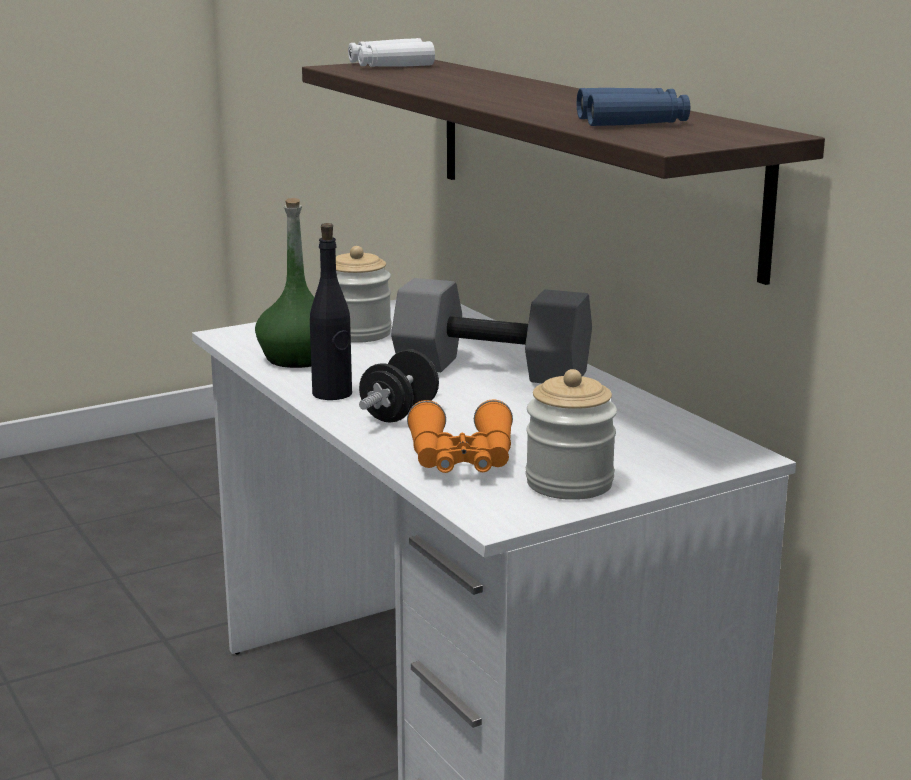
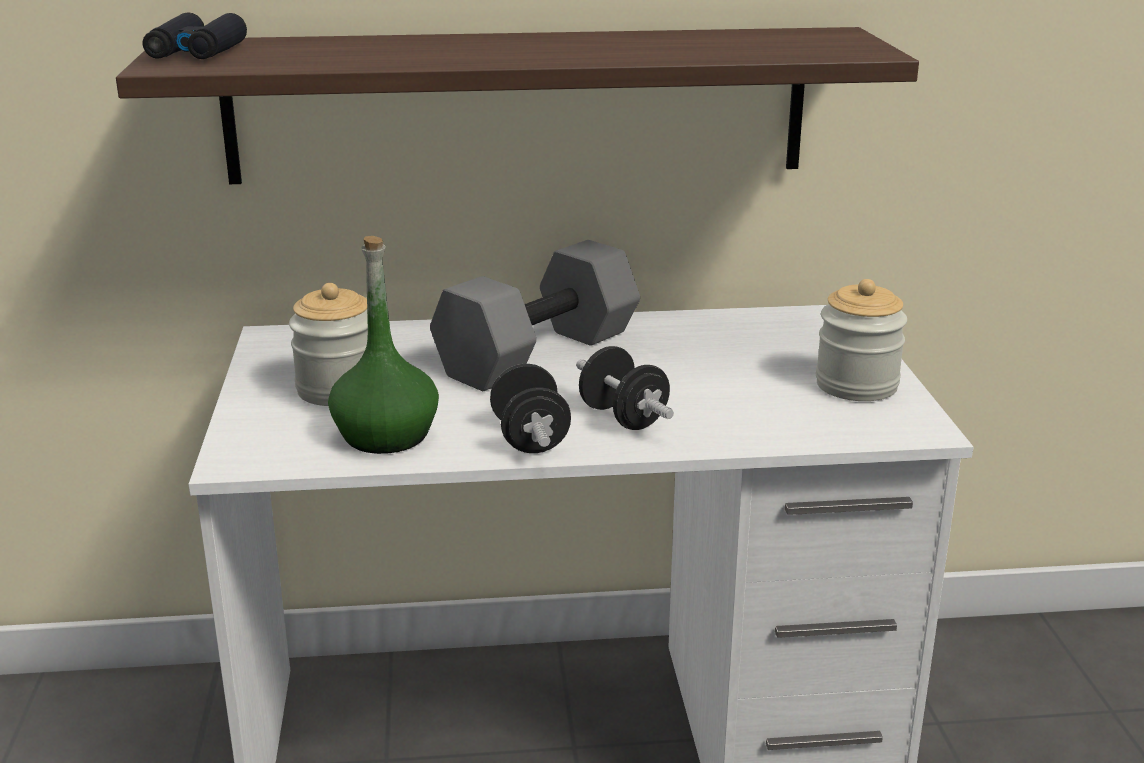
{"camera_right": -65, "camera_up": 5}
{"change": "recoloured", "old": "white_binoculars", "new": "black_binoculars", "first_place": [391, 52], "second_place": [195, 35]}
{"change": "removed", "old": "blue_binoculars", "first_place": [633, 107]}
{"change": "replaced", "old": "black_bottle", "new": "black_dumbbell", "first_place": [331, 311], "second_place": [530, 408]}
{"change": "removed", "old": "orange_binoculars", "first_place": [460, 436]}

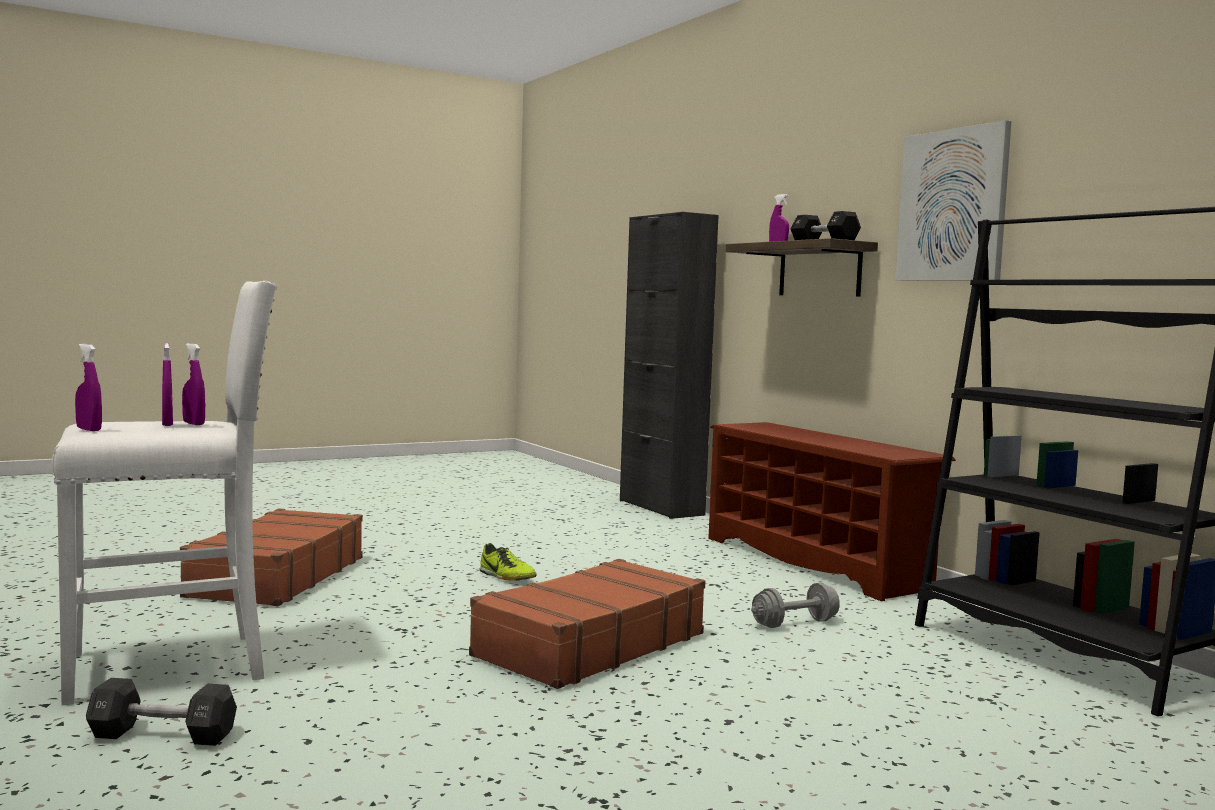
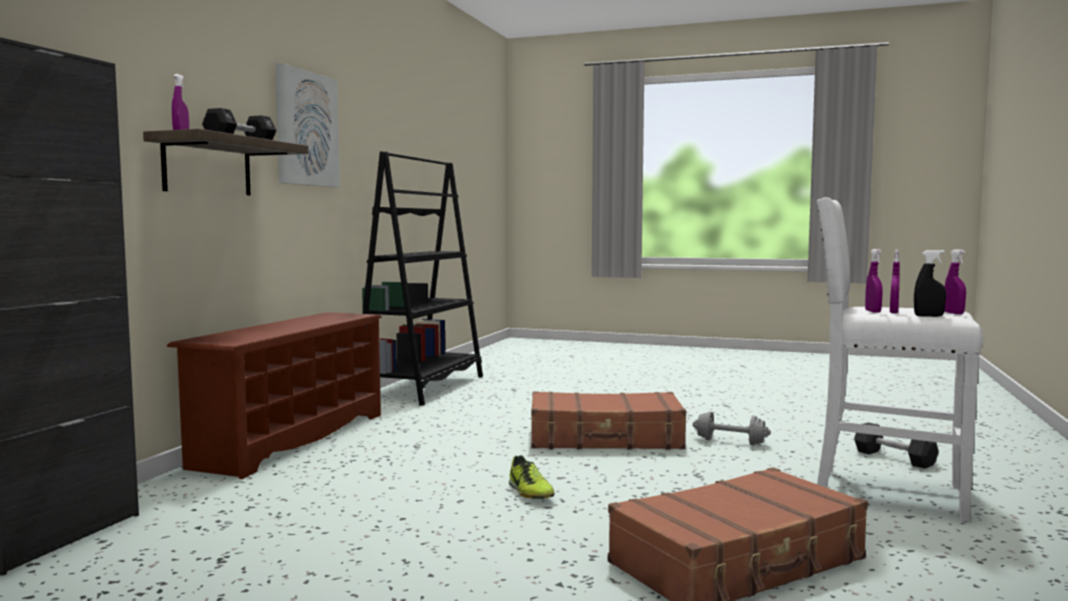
{"camera_right": -130, "camera_up": 0}
{"change": "turned", "old": "shoe", "first_place": [508, 562], "second_place": [532, 477], "degrees": 150}
{"change": "moved", "old": "grey_dumbbell", "first_place": [795, 605], "second_place": [732, 428]}
{"change": "added", "new": "black_spray_bottle", "second_place": [930, 283]}

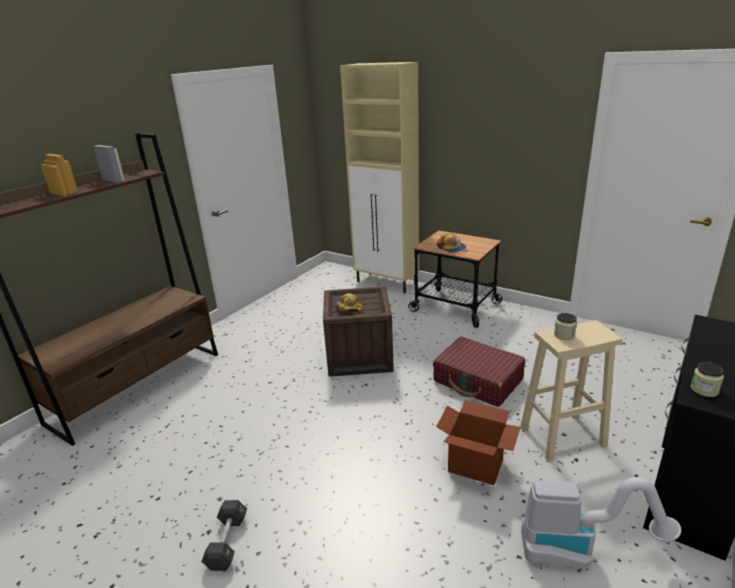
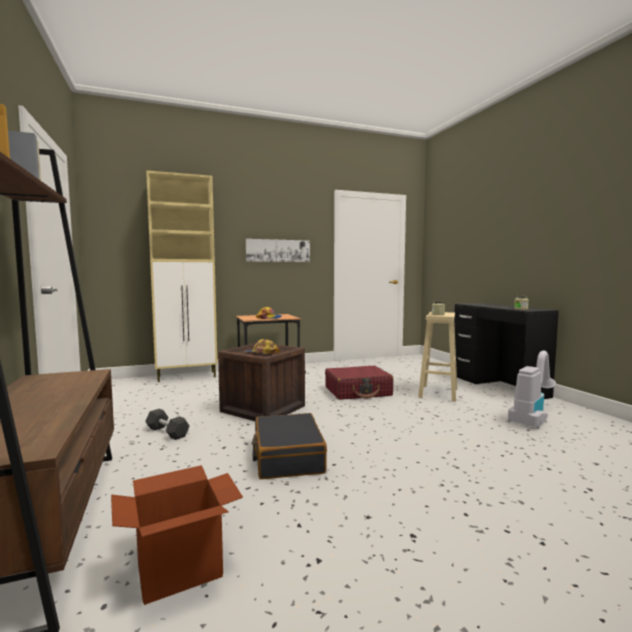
{"camera_right": -55, "camera_up": -20}
{"change": "moved", "old": "cardboard_box", "first_place": [478, 442], "second_place": [177, 535]}
{"change": "moved", "old": "black_dumbbell", "first_place": [224, 535], "second_place": [167, 424]}
{"change": "added", "new": "picture", "second_place": [278, 250]}
{"change": "added", "new": "black_suitcase", "second_place": [289, 446]}

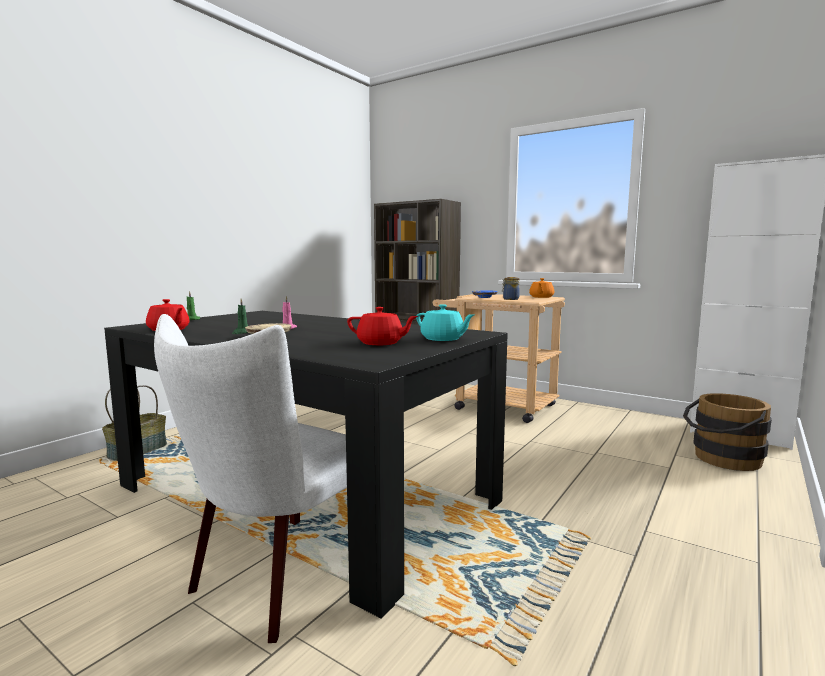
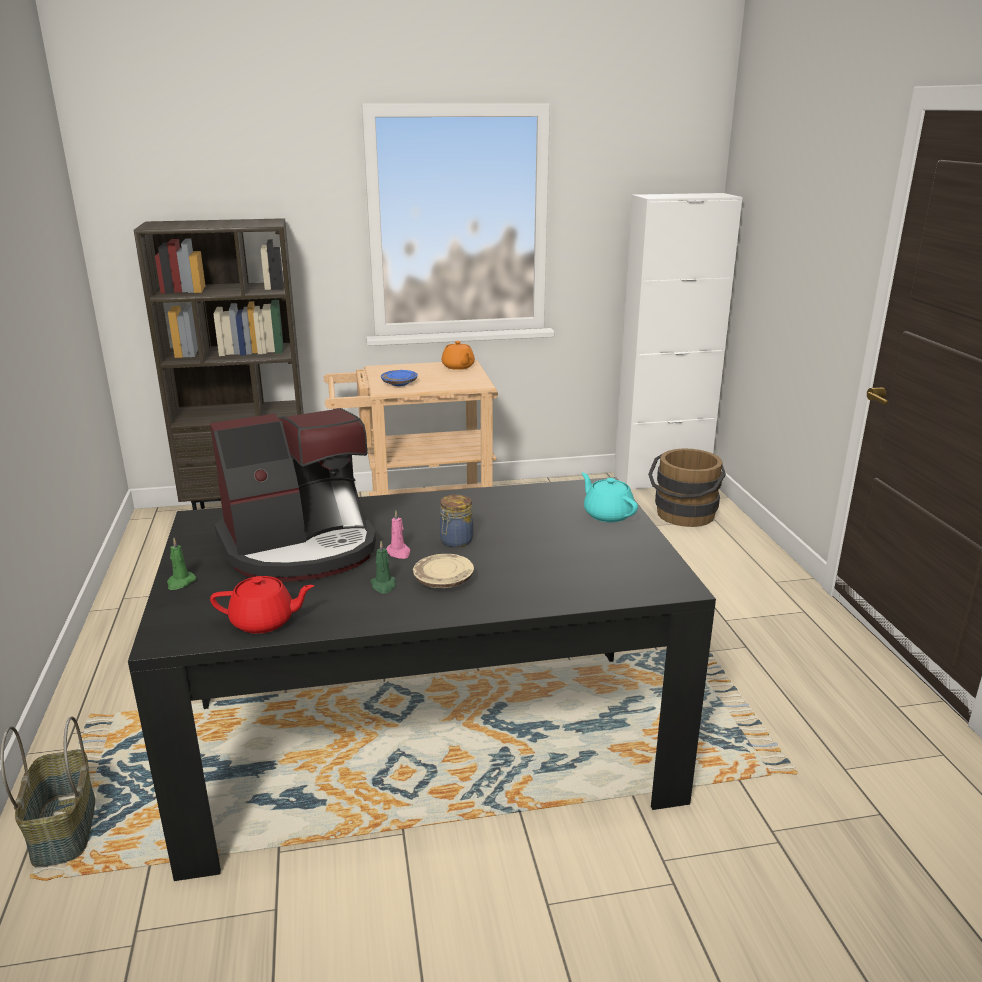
{"camera_right": -45, "camera_up": 15}
{"change": "moved", "old": "jar", "first_place": [511, 288], "second_place": [456, 520]}
{"change": "turned", "old": "turquoise_teapot", "first_place": [445, 322], "second_place": [610, 497], "degrees": -120}
{"change": "removed", "old": "red_teapot", "first_place": [382, 326]}
{"change": "removed", "old": "white_chair", "first_place": [250, 478]}
{"change": "added", "new": "coffee_machine", "second_place": [293, 495]}

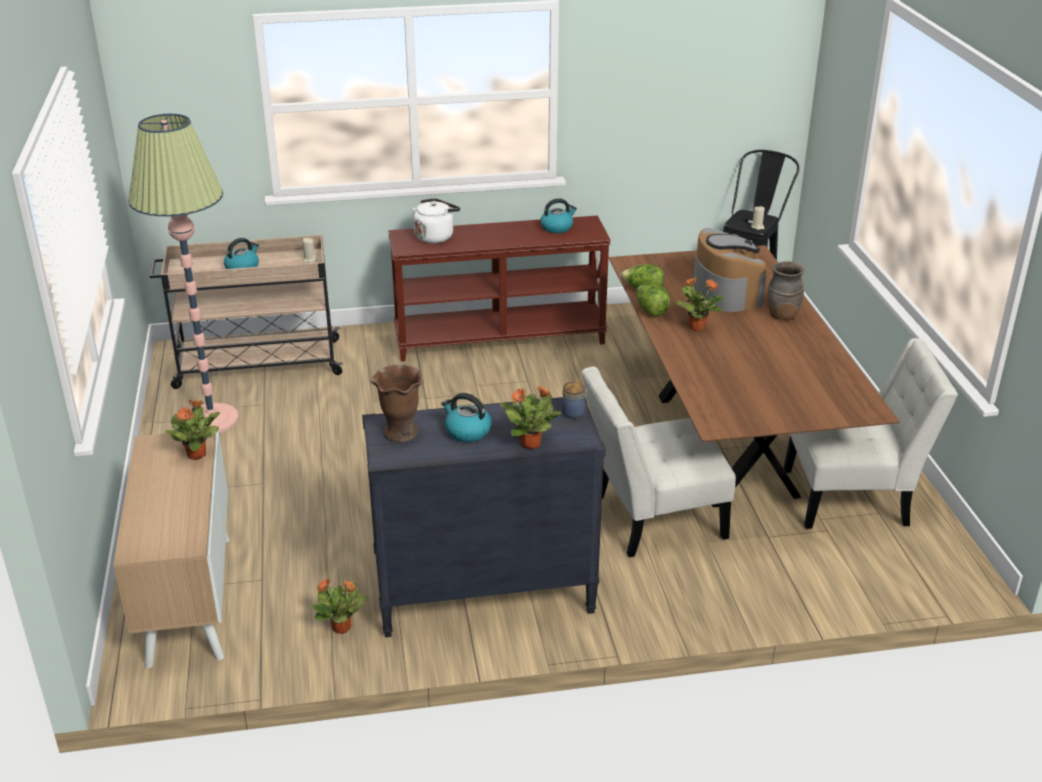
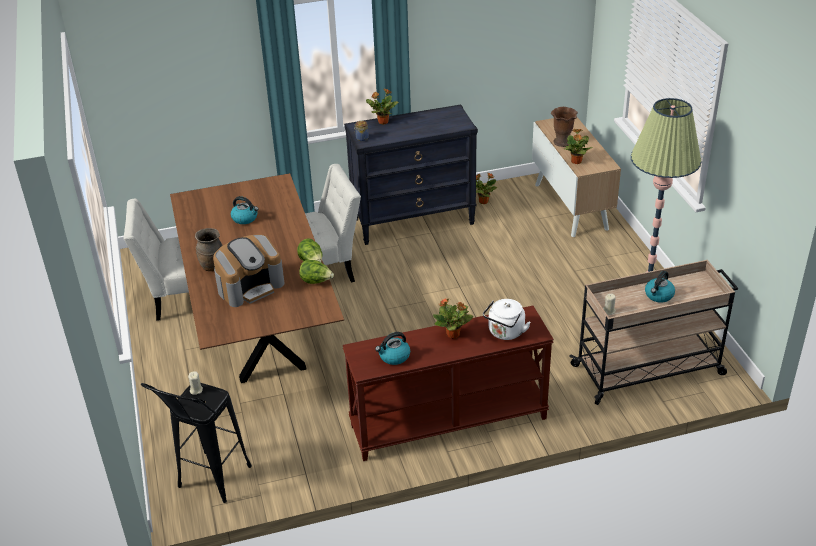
{"camera_right": 175, "camera_up": 5}
{"change": "turned", "old": "coffee_machine", "first_place": [730, 270], "second_place": [248, 270], "degrees": -105}
{"change": "moved", "old": "potted_plant", "first_place": [699, 304], "second_place": [453, 318]}
{"change": "moved", "old": "brown_vase", "first_place": [397, 403], "second_place": [564, 127]}
{"change": "moved", "old": "kettle", "first_place": [466, 417], "second_place": [245, 210]}

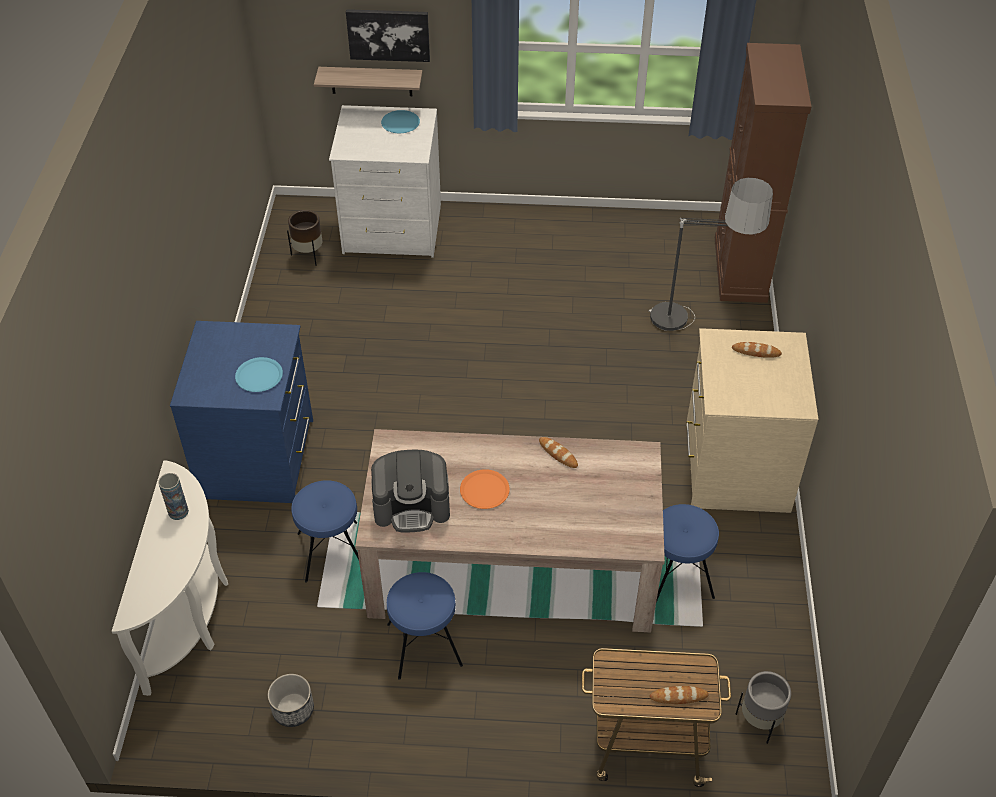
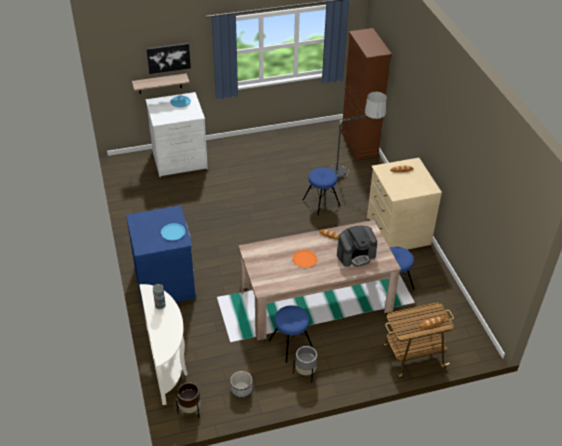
{"camera_right": -20, "camera_up": -5}
{"change": "moved", "old": "brown_planter", "first_place": [304, 238], "second_place": [188, 400]}
{"change": "moved", "old": "coffee_machine", "first_place": [410, 490], "second_place": [357, 246]}
{"change": "moved", "old": "blue_stool", "first_place": [325, 531], "second_place": [321, 191]}
{"change": "moved", "old": "grey_planter", "first_place": [763, 707], "second_place": [305, 364]}

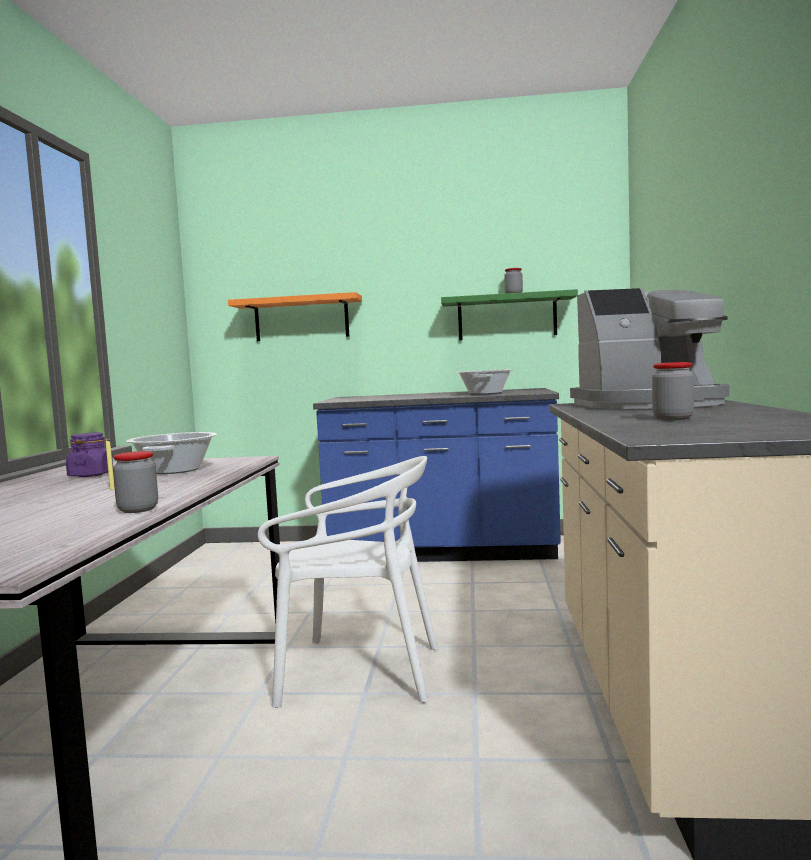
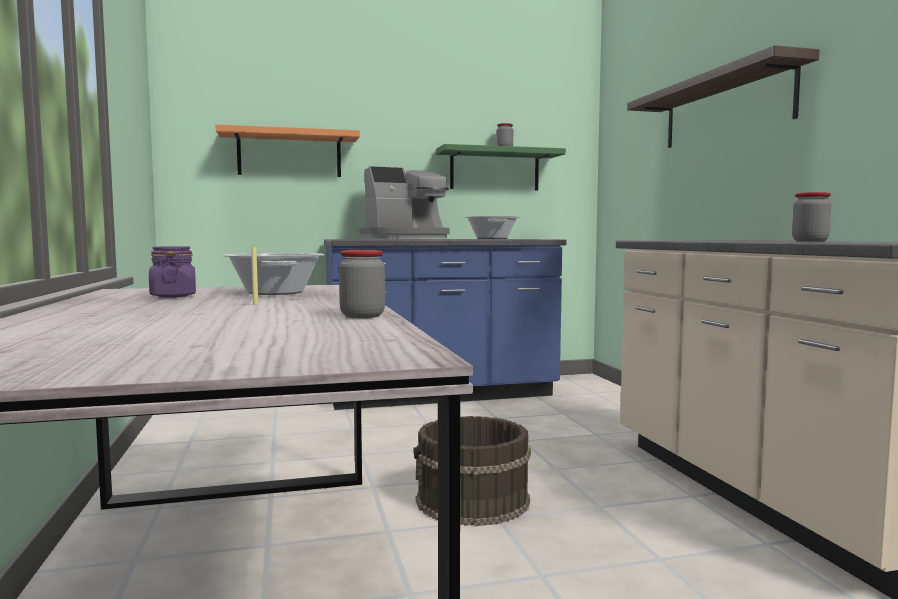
{"camera_right": -20, "camera_up": 0}
{"change": "moved", "old": "coffee_machine", "first_place": [649, 348], "second_place": [404, 202]}
{"change": "replaced", "old": "white_chair", "new": "brown_bucket", "first_place": [348, 582], "second_place": [472, 471]}
{"change": "added", "new": "shelf", "second_place": [723, 96]}

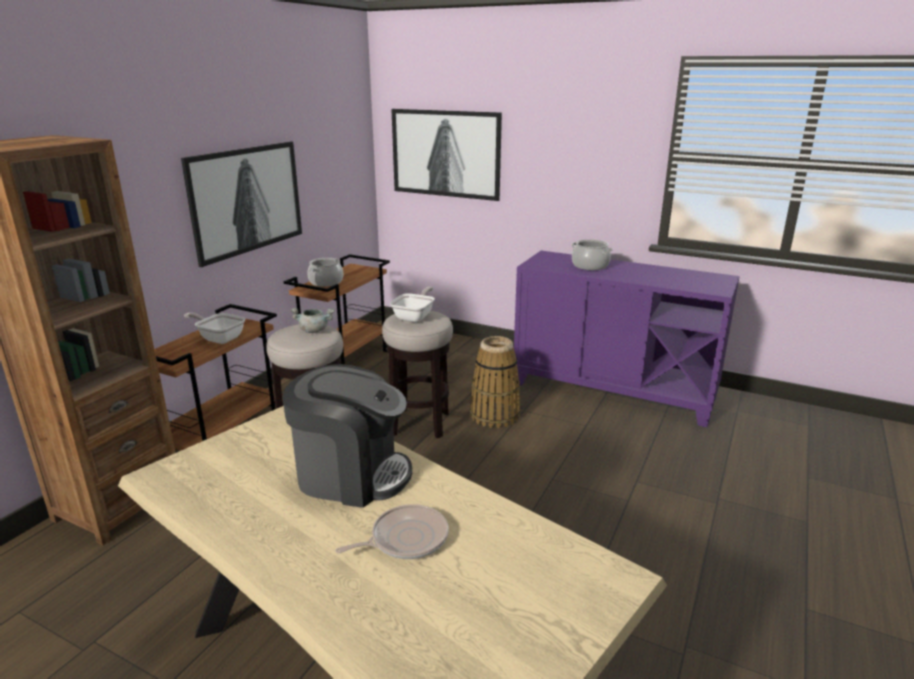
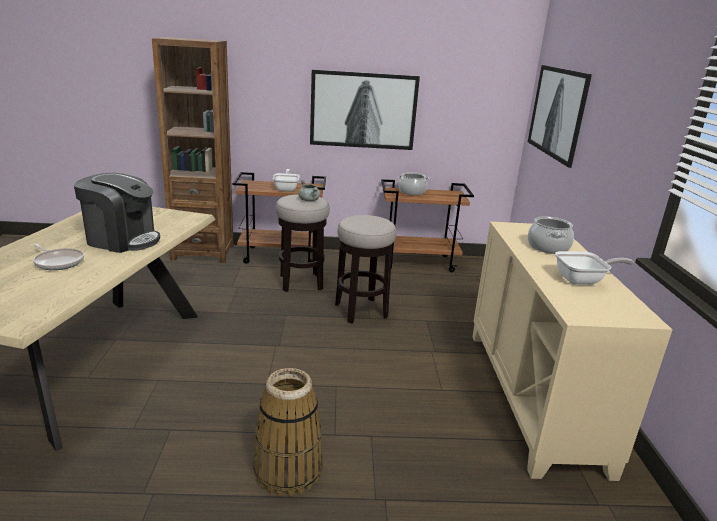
{"camera_right": 60, "camera_up": 0}
{"change": "recoloured", "old": "purple_cabinet", "new": "beige_cabinet", "first_place": [627, 339], "second_place": [572, 351]}
{"change": "moved", "old": "frying_pan", "first_place": [412, 304], "second_place": [594, 268]}
{"change": "moved", "old": "basket", "first_place": [495, 382], "second_place": [288, 432]}
{"change": "turned", "old": "coffee_machine", "first_place": [347, 436], "second_place": [117, 213], "degrees": -60}

